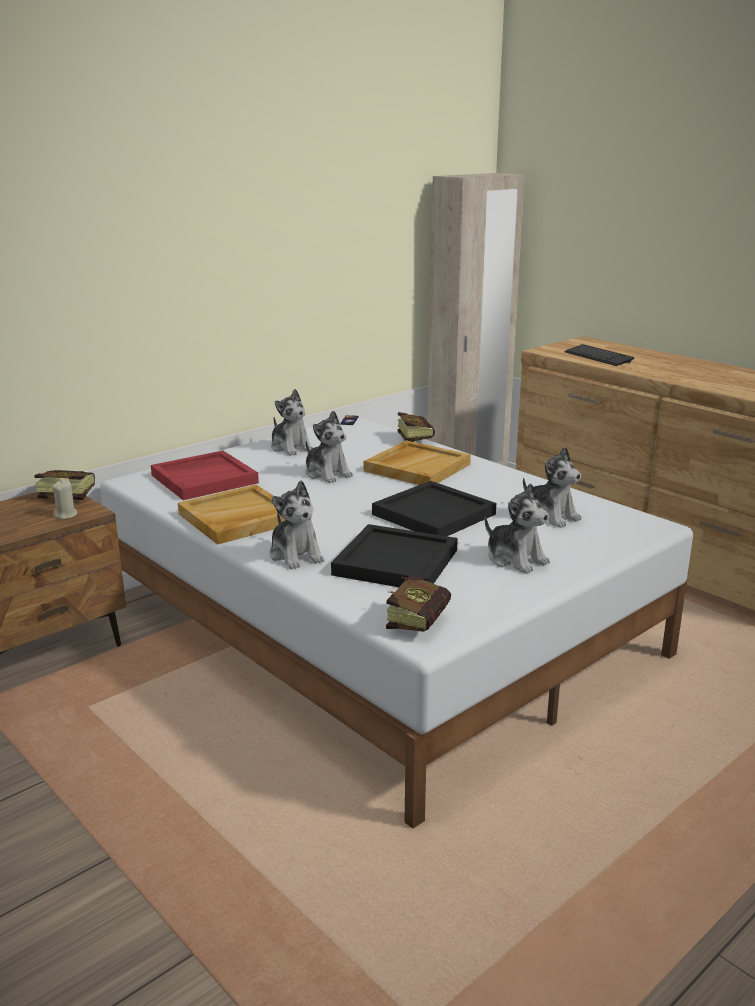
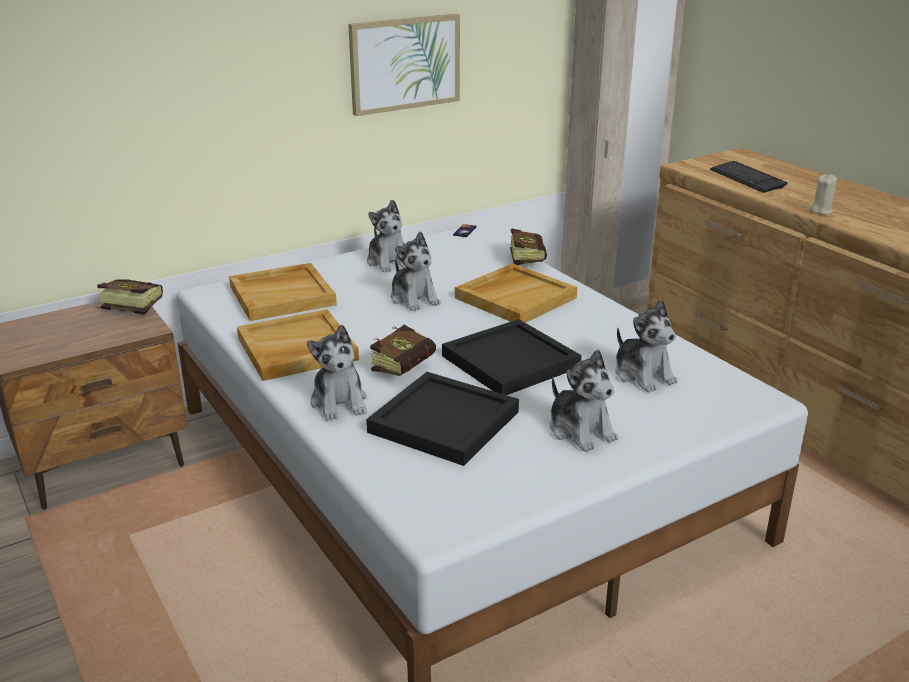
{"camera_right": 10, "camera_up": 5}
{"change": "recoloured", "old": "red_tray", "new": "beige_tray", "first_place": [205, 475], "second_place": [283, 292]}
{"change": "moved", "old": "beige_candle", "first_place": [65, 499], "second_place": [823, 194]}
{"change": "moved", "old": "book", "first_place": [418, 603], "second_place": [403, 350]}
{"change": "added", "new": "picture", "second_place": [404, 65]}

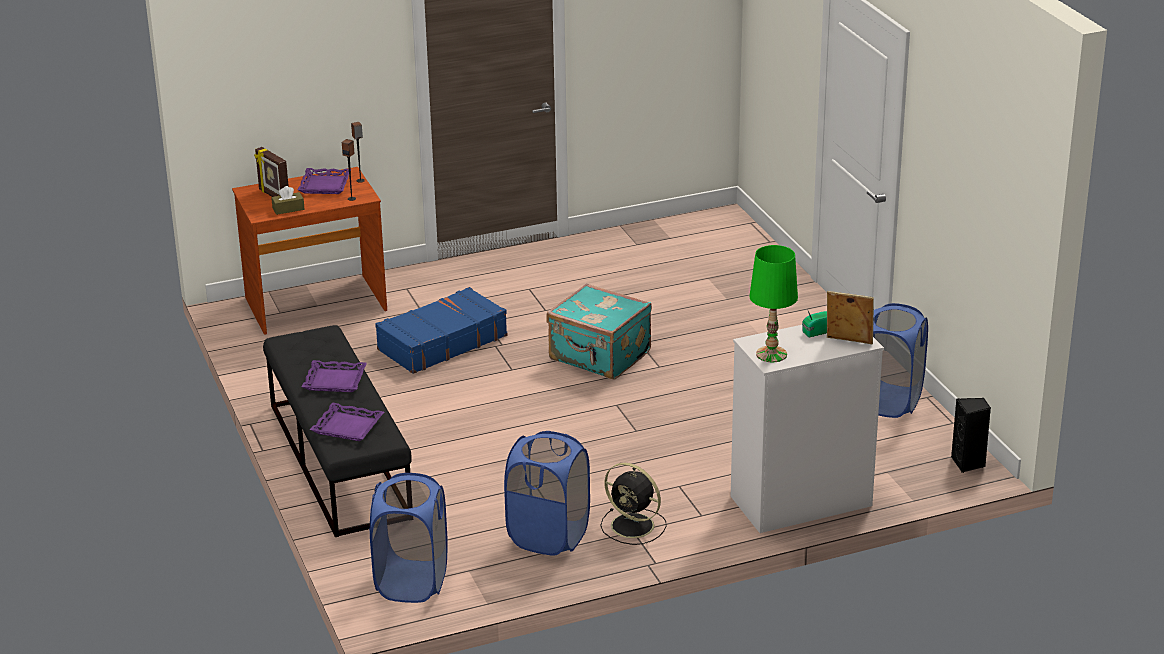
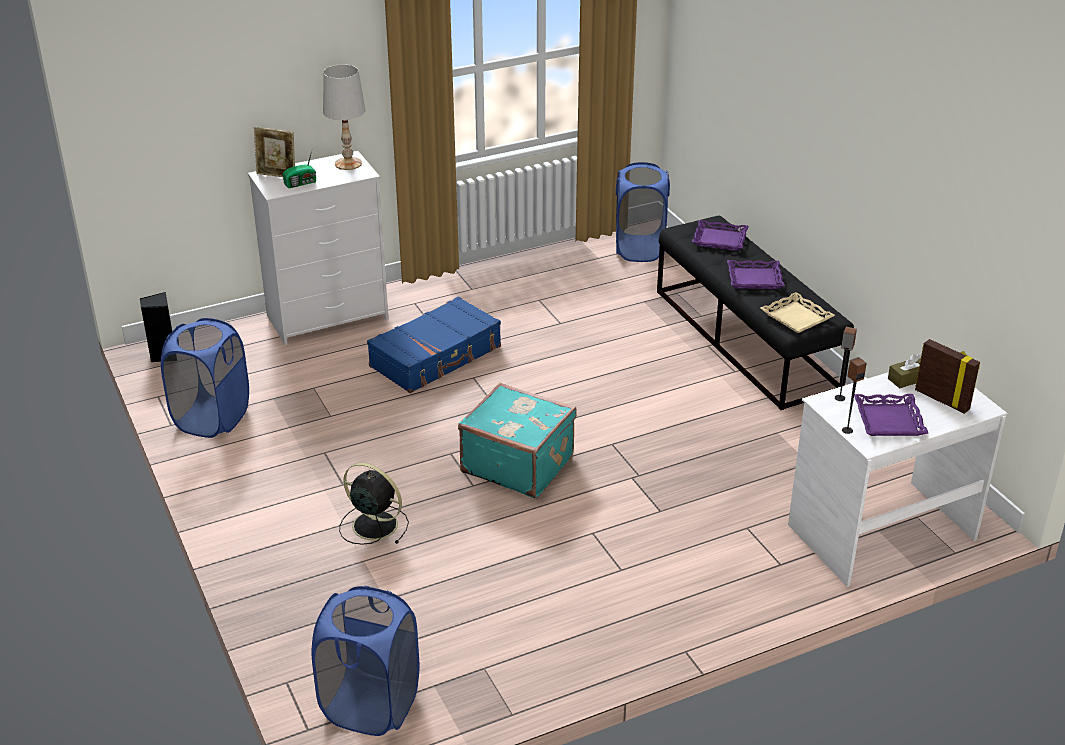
{"camera_right": 175, "camera_up": 5}
{"change": "recoloured", "old": "brown_desk", "new": "white_desk", "first_place": [309, 251], "second_place": [897, 479]}
{"change": "recoloured", "old": "green_table_lamp", "new": "white_table_lamp", "first_place": [774, 303], "second_place": [344, 117]}
{"change": "moved", "old": "blue_suitcase", "first_place": [441, 330], "second_place": [434, 344]}
{"change": "moved", "old": "blue_laundry_basket", "first_place": [547, 493], "second_place": [365, 661]}
{"change": "moved", "old": "black_fan", "first_place": [633, 504], "second_place": [374, 504]}
{"change": "added", "new": "beige_tray", "second_place": [797, 312]}

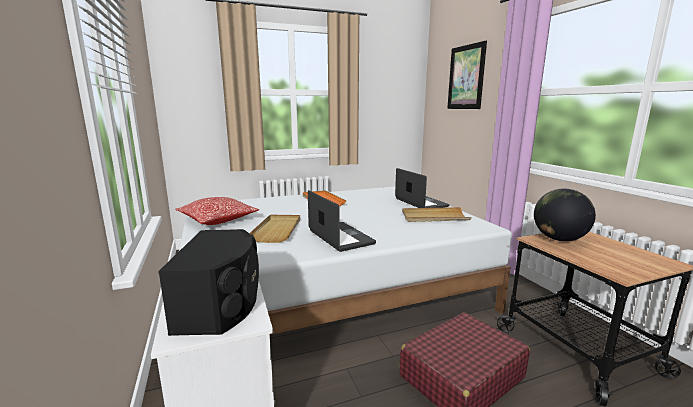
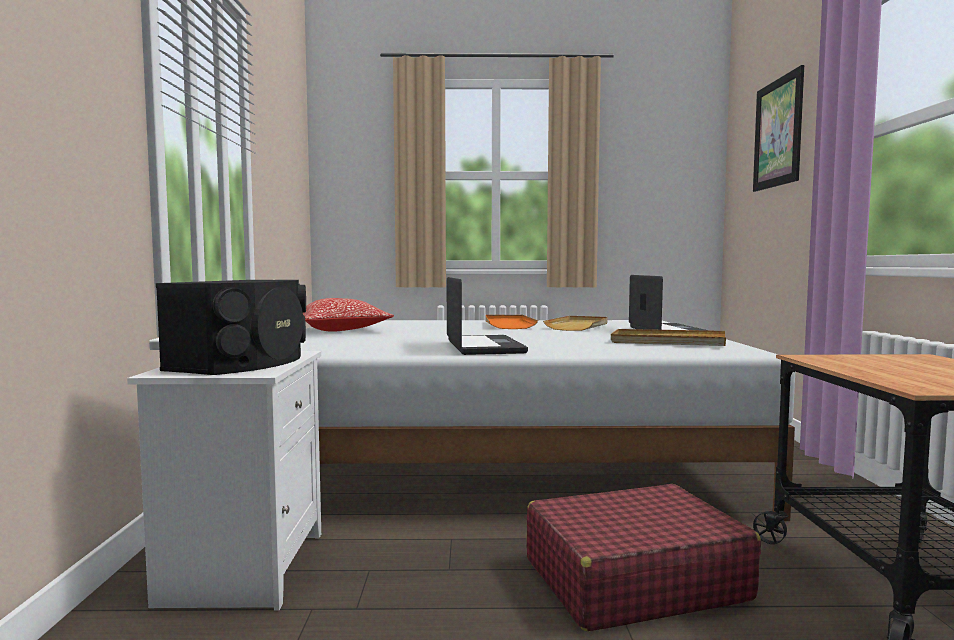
{"camera_right": 20, "camera_up": -10}
{"change": "removed", "old": "globe", "first_place": [565, 215]}
{"change": "moved", "old": "beige_tray", "first_place": [274, 229], "second_place": [575, 323]}

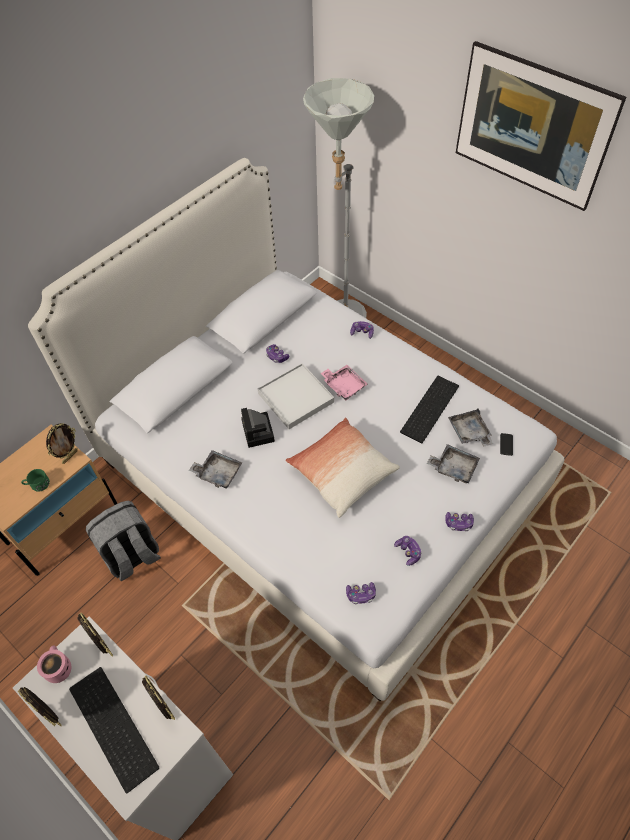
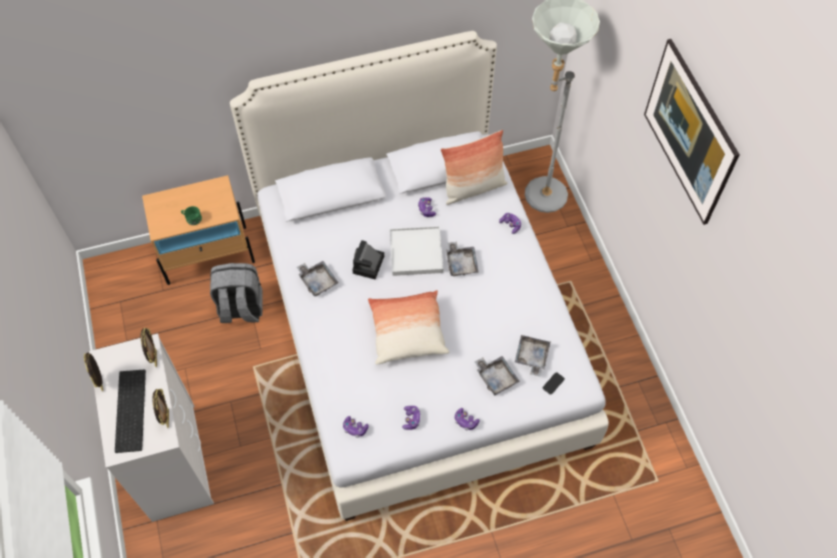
{"camera_right": 30, "camera_up": 5}
{"change": "recoloured", "old": "pink_tray", "new": "grey_tray", "first_place": [344, 382], "second_place": [462, 259]}
{"change": "removed", "old": "keyboard", "first_place": [429, 409]}
{"change": "removed", "old": "picture_frame", "first_place": [62, 443]}
{"change": "removed", "old": "pink_mug", "first_place": [54, 664]}
{"change": "added", "new": "pillow", "second_place": [473, 167]}

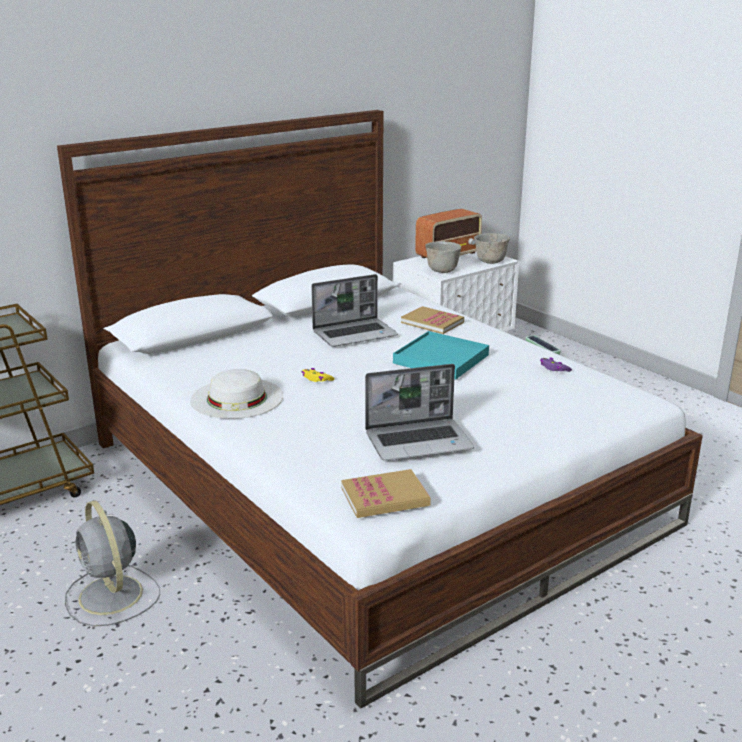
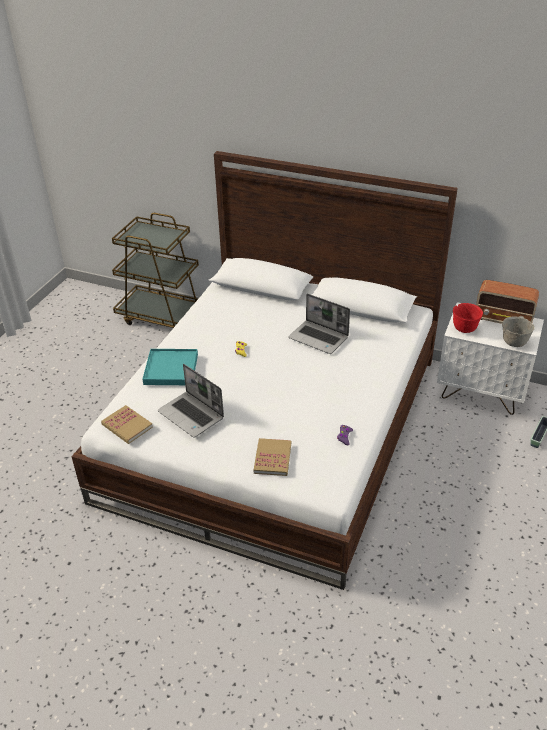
{"camera_right": 60, "camera_up": 15}
{"change": "recoloured", "old": "grey_bowl", "new": "red_bowl", "first_place": [443, 257], "second_place": [468, 318]}
{"change": "moved", "old": "book", "first_place": [432, 320], "second_place": [272, 457]}
{"change": "moved", "old": "turquoise_tray", "first_place": [441, 355], "second_place": [170, 367]}
{"change": "removed", "old": "white_hat", "first_place": [236, 394]}
{"change": "removed", "old": "grey_fan", "first_place": [112, 563]}

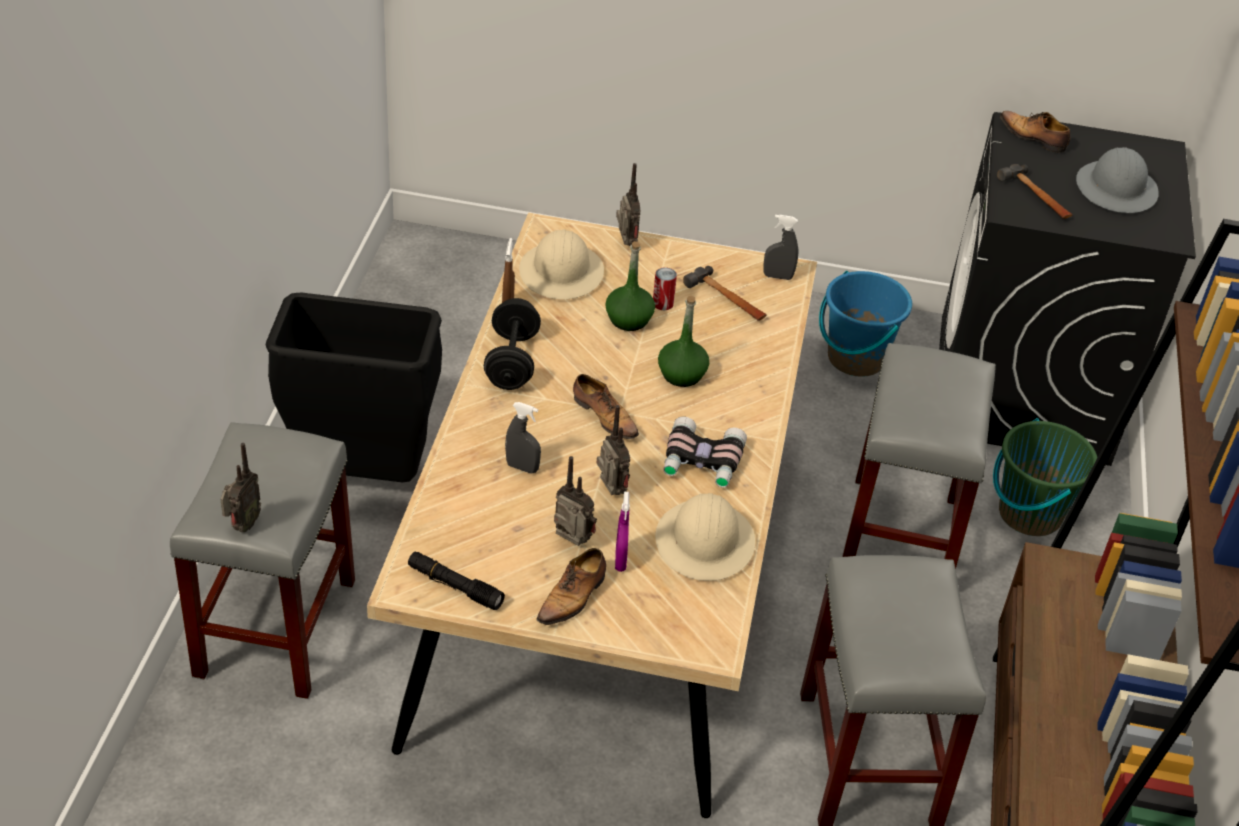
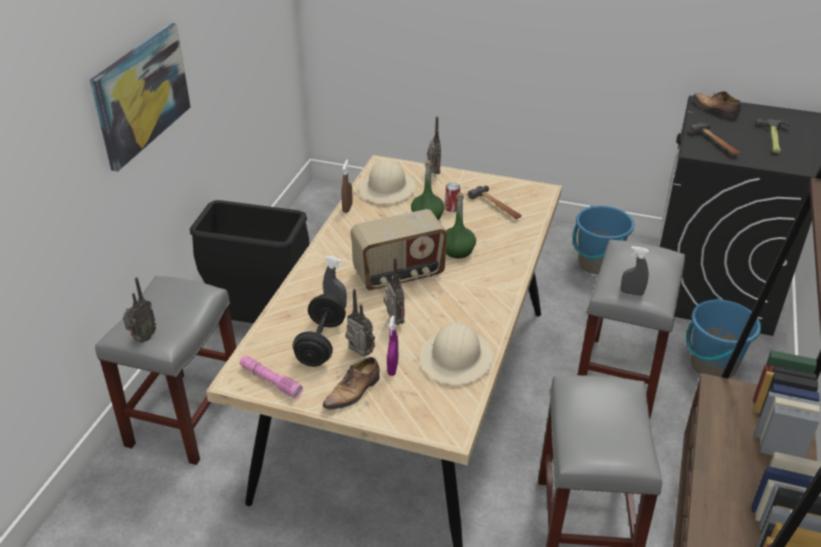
{"camera_right": 10, "camera_up": -5}
{"change": "replaced", "old": "grey_hard_hat", "new": "hammer", "first_place": [1117, 180], "second_place": [773, 136]}
{"change": "moved", "old": "grey_spray_bottle", "first_place": [780, 247], "second_place": [635, 271]}
{"change": "moved", "old": "black_dumbbell", "first_place": [512, 344], "second_place": [319, 330]}
{"change": "replaced", "old": "shoe", "new": "radio", "first_place": [606, 406], "second_place": [399, 249]}
{"change": "removed", "old": "binoculars", "first_place": [705, 452]}
{"change": "recoloured", "old": "green_bucket", "new": "blue_bucket", "first_place": [1045, 477], "second_place": [723, 338]}
{"change": "recoloured", "old": "black_flashlight", "new": "pink_flashlight", "first_place": [456, 581], "second_place": [271, 377]}
{"change": "added", "new": "picture", "second_place": [140, 97]}

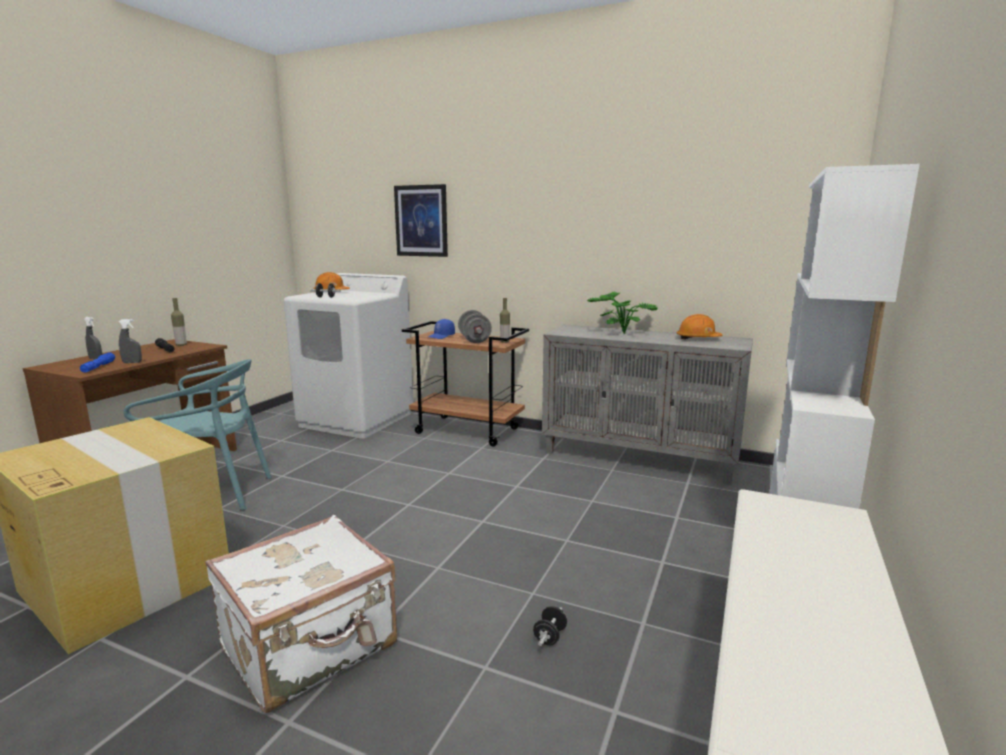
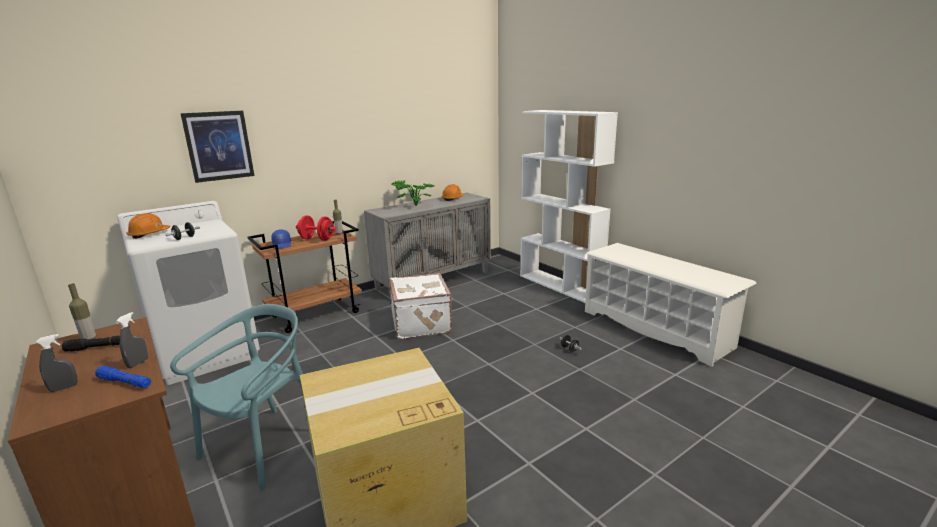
{"camera_right": -60, "camera_up": 5}
{"change": "recoloured", "old": "grey_dumbbell", "new": "red_dumbbell", "first_place": [475, 326], "second_place": [316, 228]}
{"change": "moved", "old": "white_suitcase", "first_place": [301, 614], "second_place": [421, 306]}

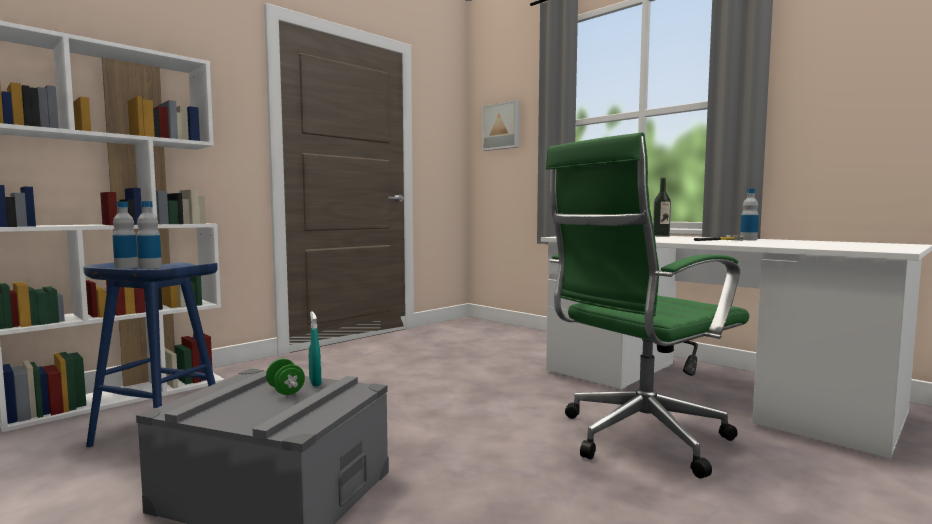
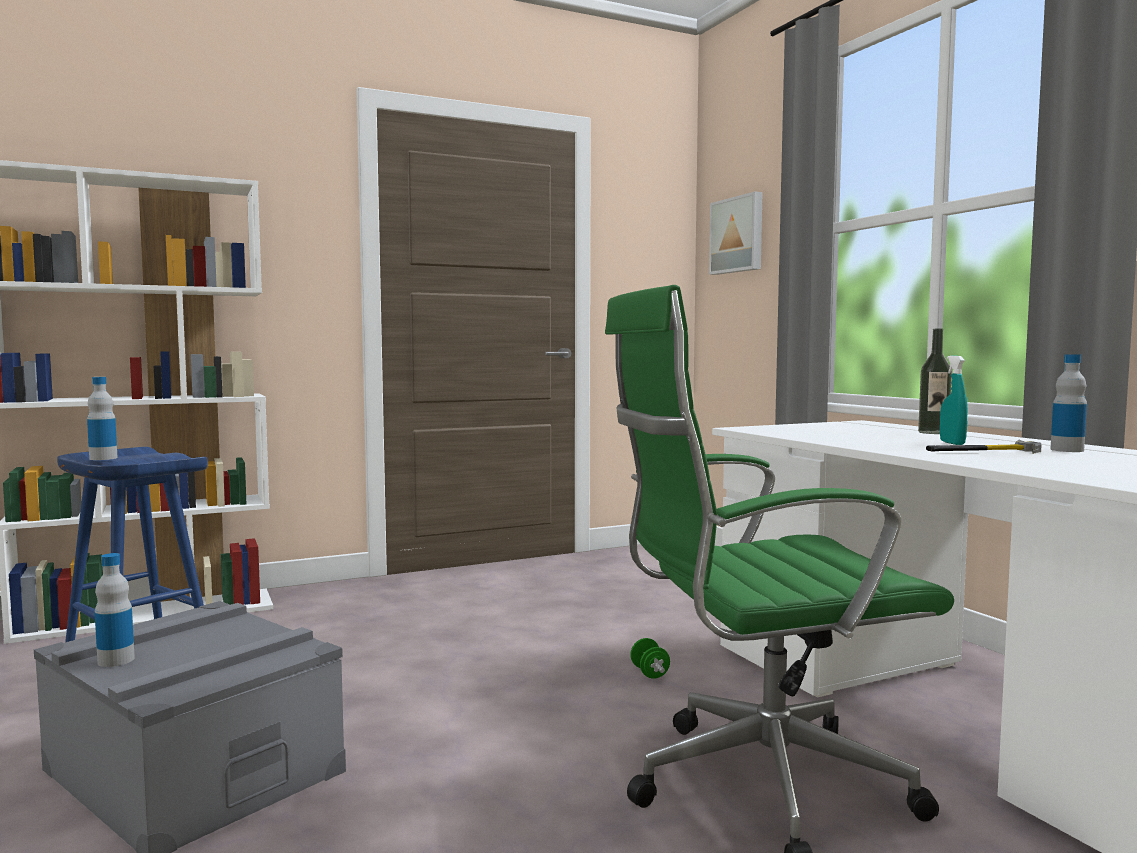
{"camera_right": 20, "camera_up": 0}
{"change": "moved", "old": "bottle", "first_place": [149, 235], "second_place": [115, 610]}
{"change": "moved", "old": "turquoise_spray_bottle", "first_place": [315, 349], "second_place": [954, 400]}
{"change": "moved", "old": "green_dumbbell", "first_place": [285, 377], "second_place": [650, 658]}

